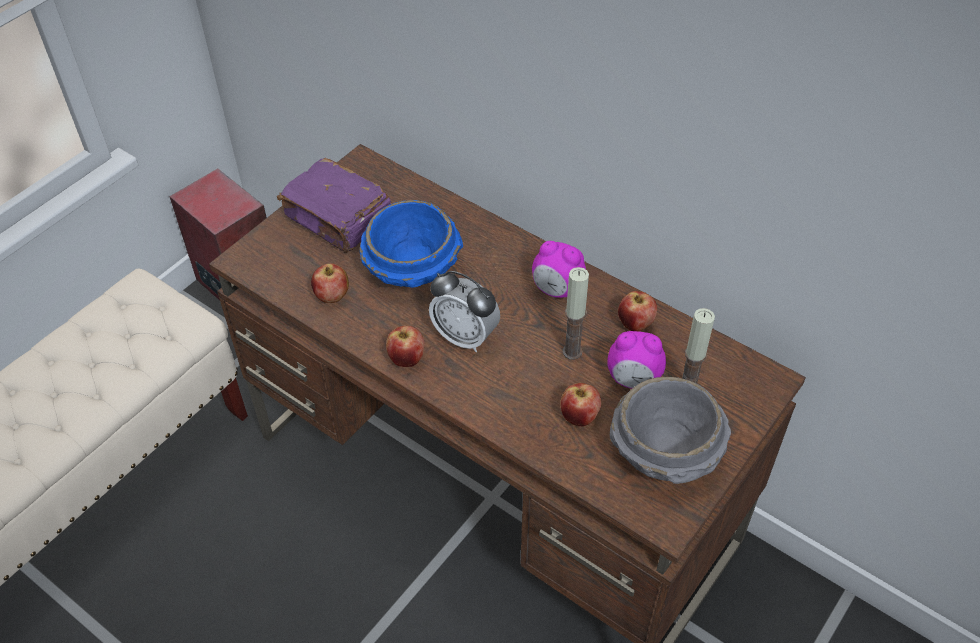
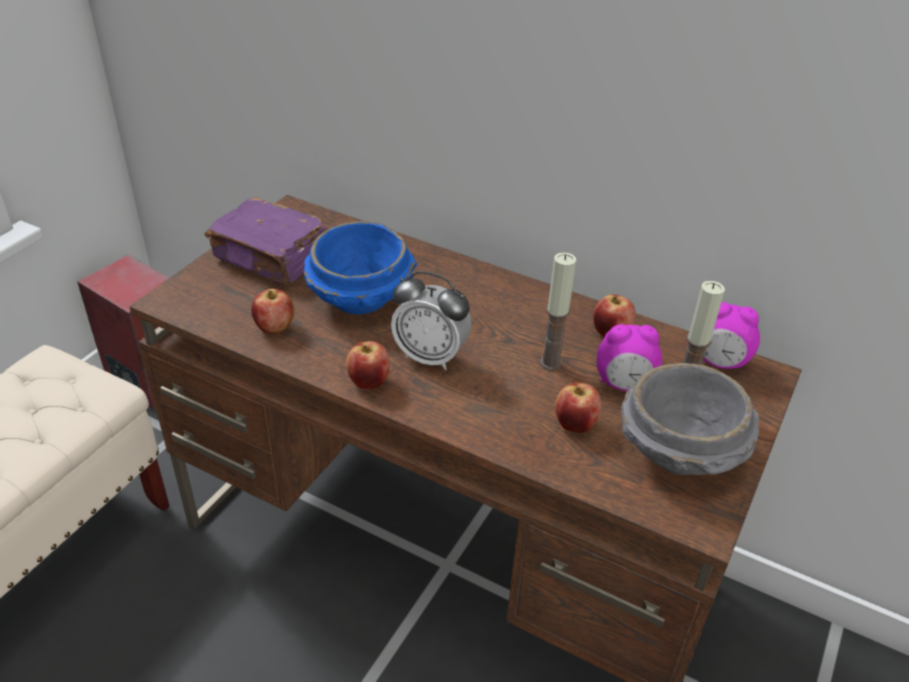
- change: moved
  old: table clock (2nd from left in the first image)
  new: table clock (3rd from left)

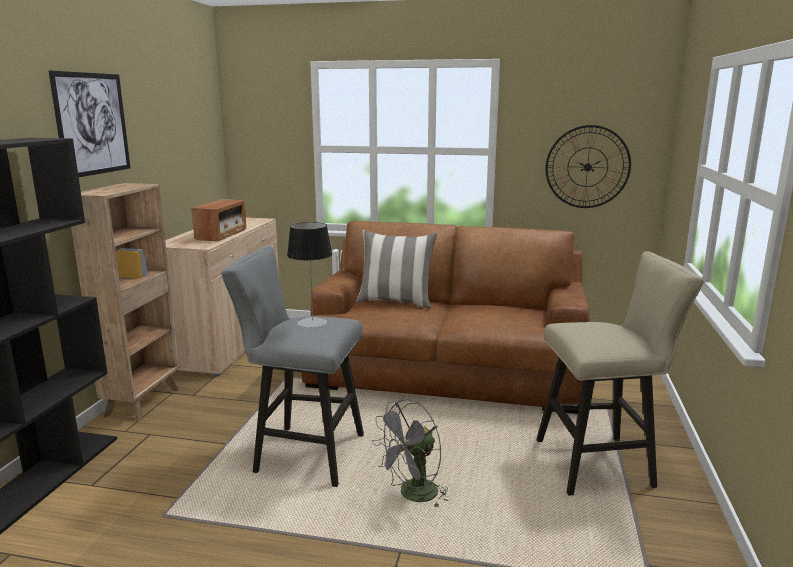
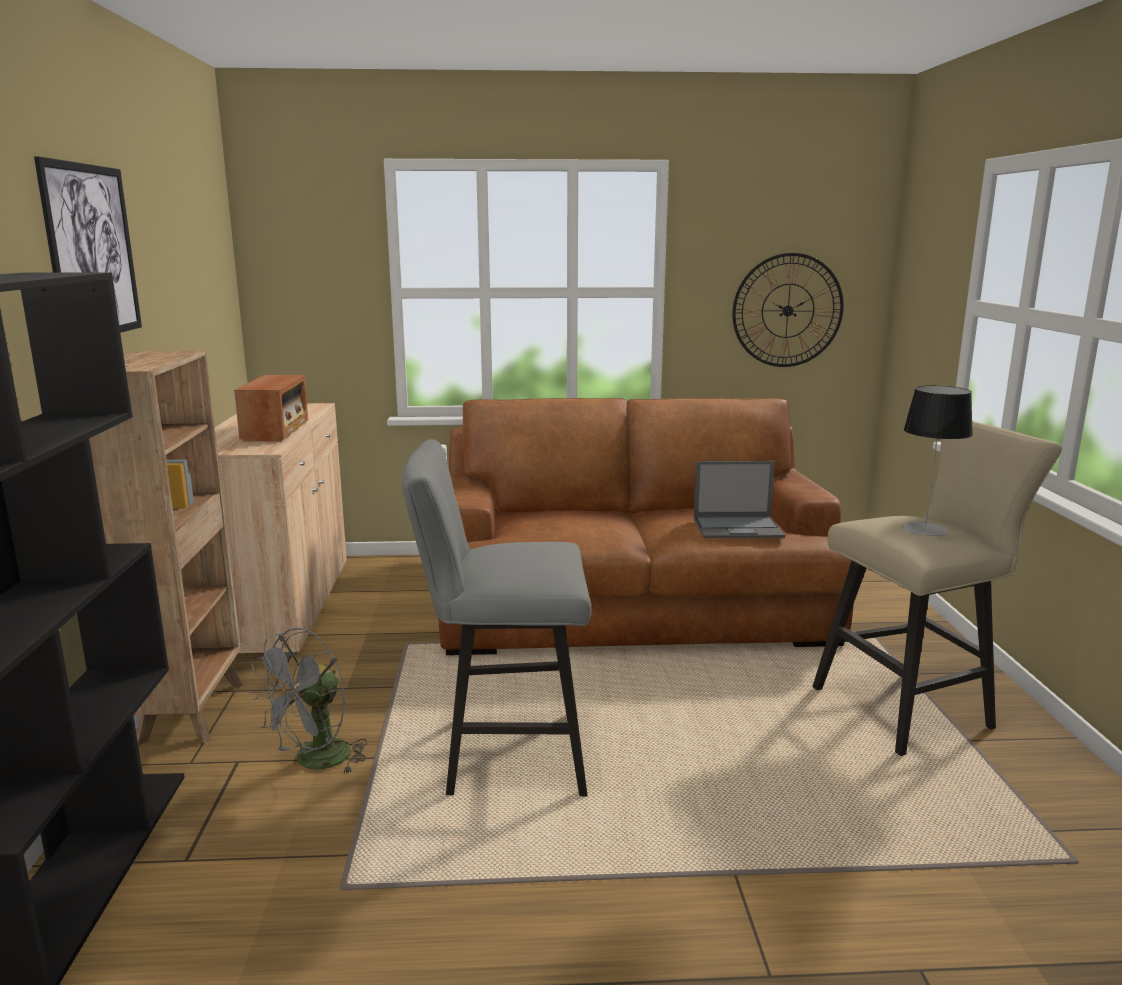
- change: moved
  old: table lamp
- change: removed
  old: throw pillow
- change: moved
  old: fan in grey
- change: added
  new: portable computer

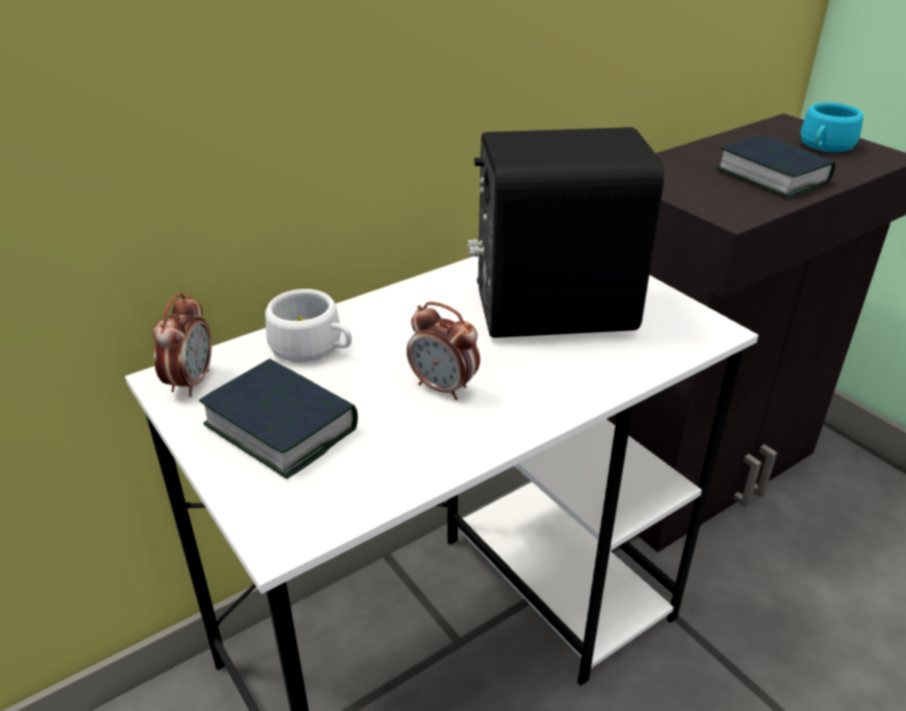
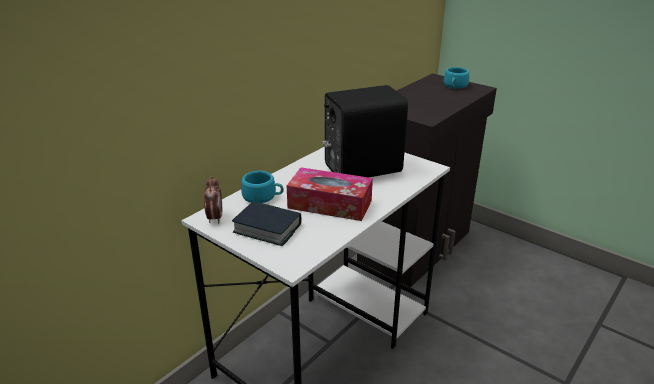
- change: removed
  old: bound book (2nd from left)
- change: recoloured
  old: small cup in whitish
  new: small cup in turquoise (1st from left)
- change: replaced
  old: table clock (2nd from left)
  new: tissue box

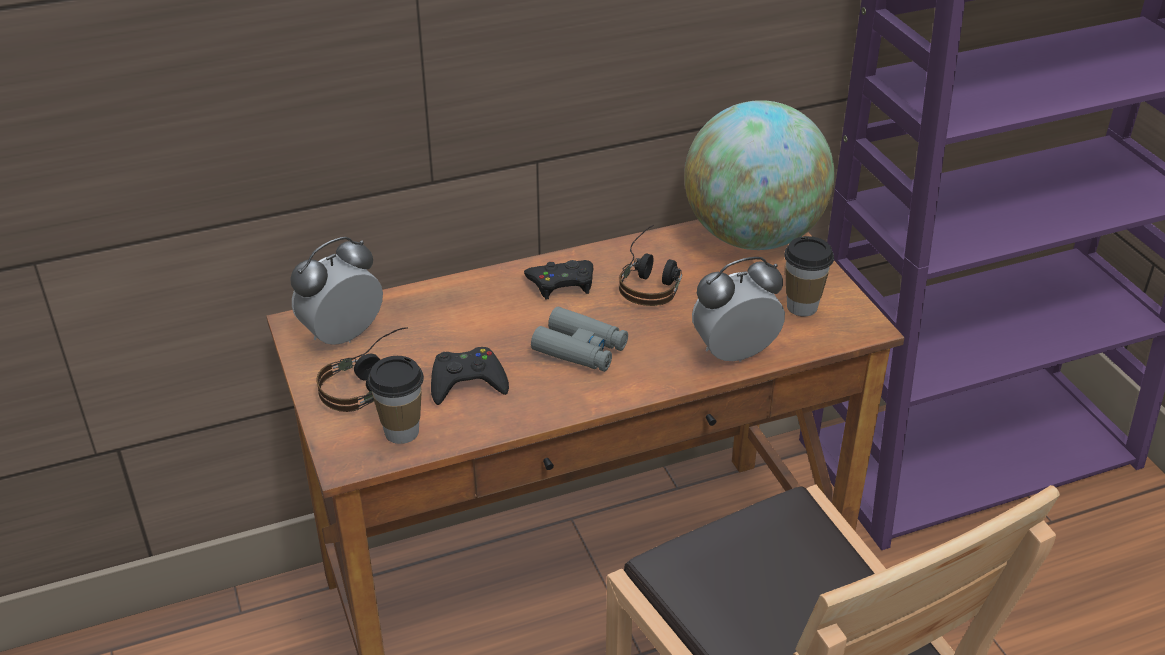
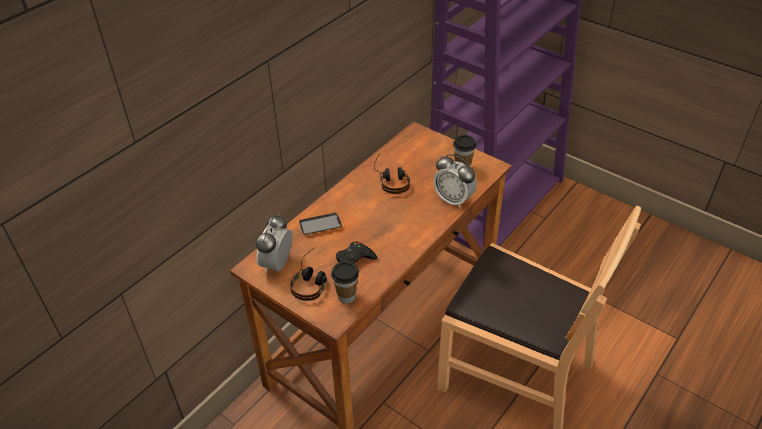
- change: removed
  old: world globe
- change: turned
  old: table clock (2nd from left)
  degrees: -90
- change: removed
  old: game controller in blackish (2nd from left)
- change: removed
  old: pair of binoculars in grey
- change: added
  new: handset

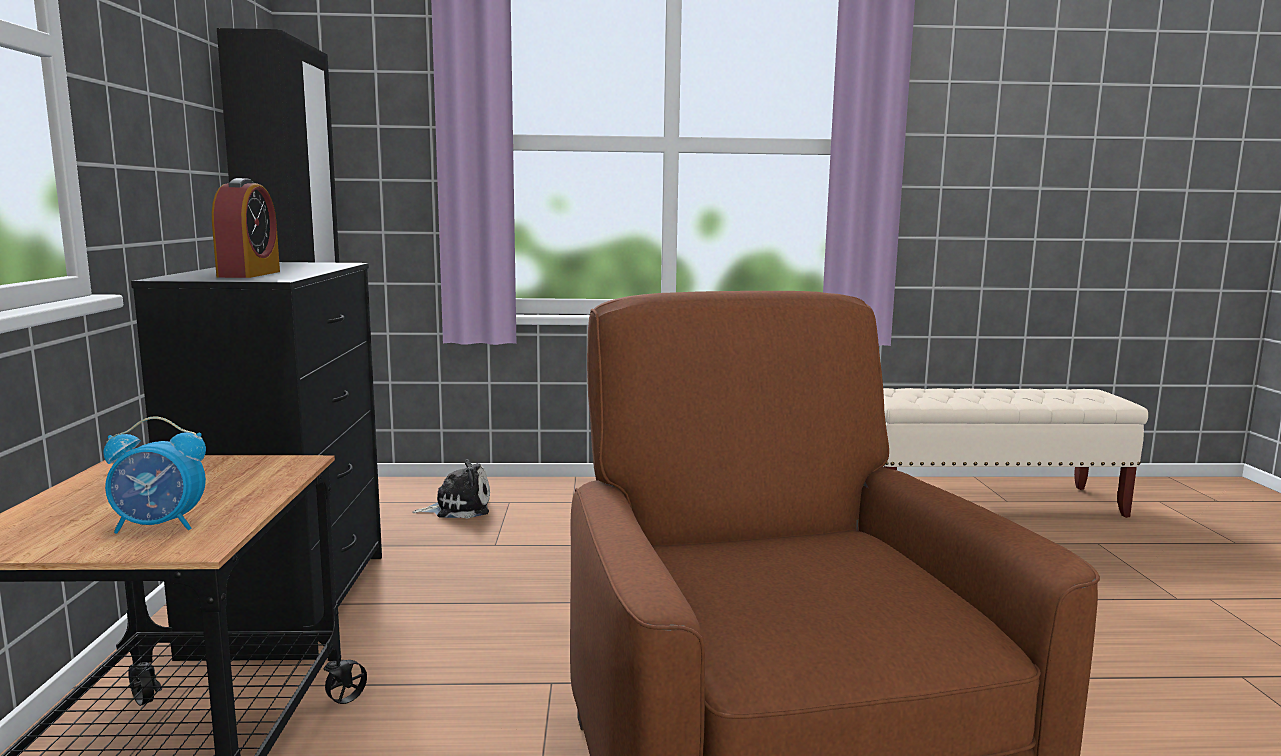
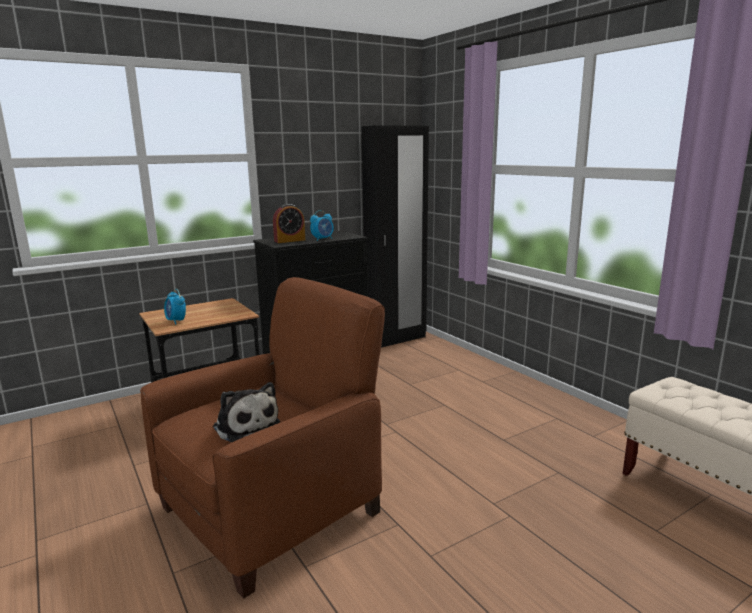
- change: moved
  old: cuddly toy
- change: added
  new: table clock (3rd from left)

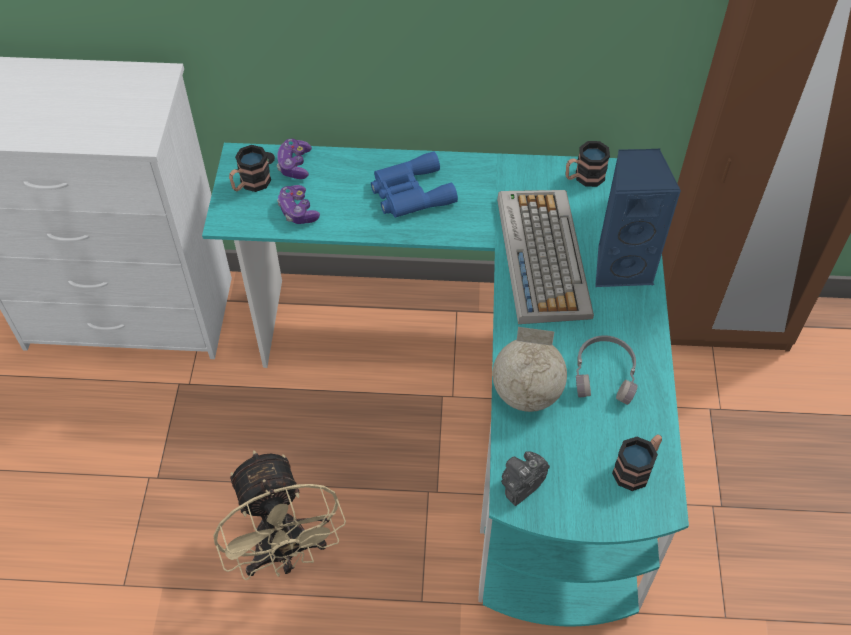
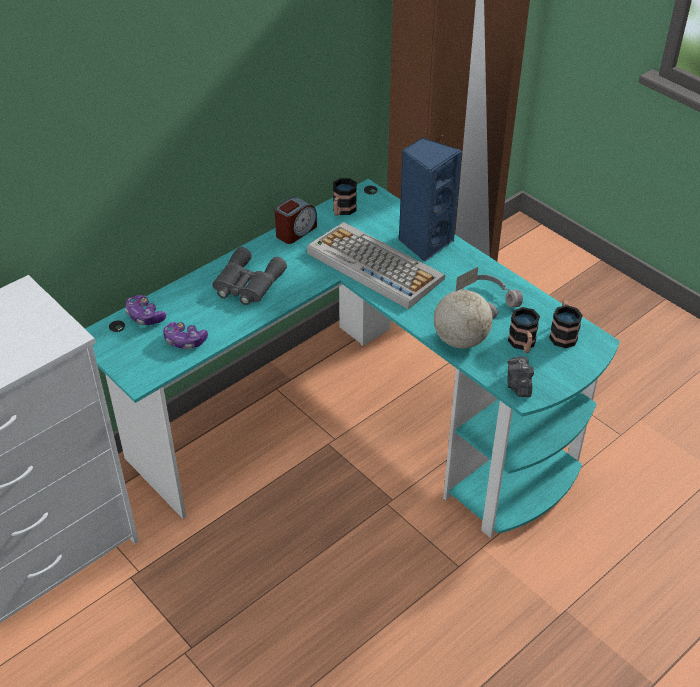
- change: moved
  old: coffee mug (1st from left in the first image)
  new: coffee mug (2nd from left)
- change: recoloured
  old: pair of binoculars in bluish
  new: pair of binoculars in grey
- change: removed
  old: fan in sand-coloured
- change: added
  new: table clock

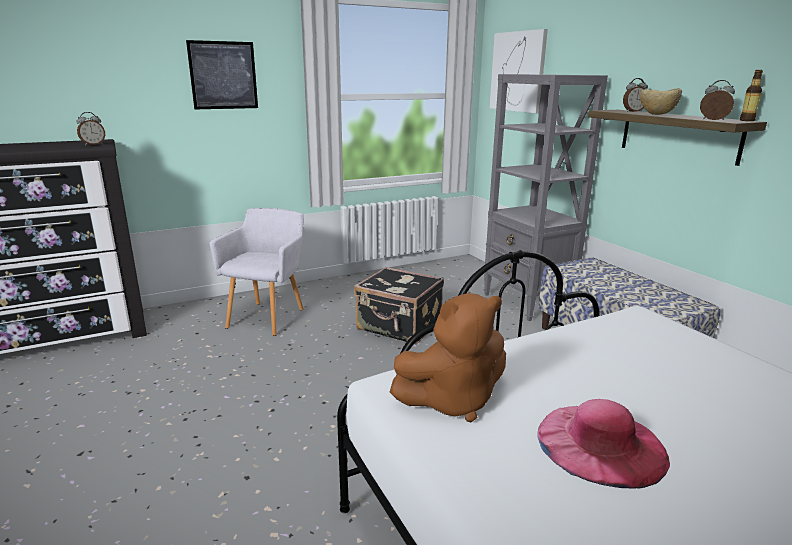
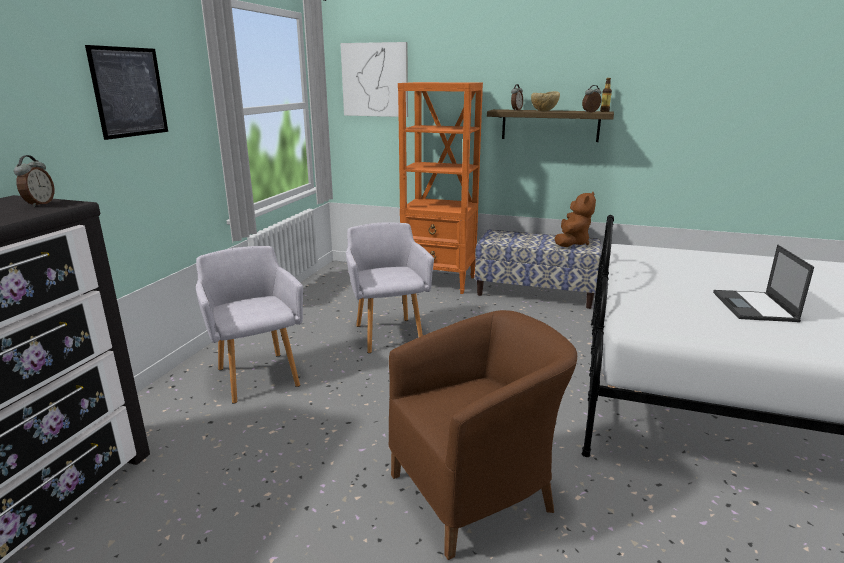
- change: recoloured
  old: shelving unit in grey
  new: shelving unit in orangey
- change: replaced
  old: piece of luggage in blackish
  new: lounge chair in grey (2nd from left)
- change: moved
  old: cuddly toy in brown
- change: replaced
  old: clothing hat in pinkish
  new: portable computer
- change: added
  new: lounge chair in brown

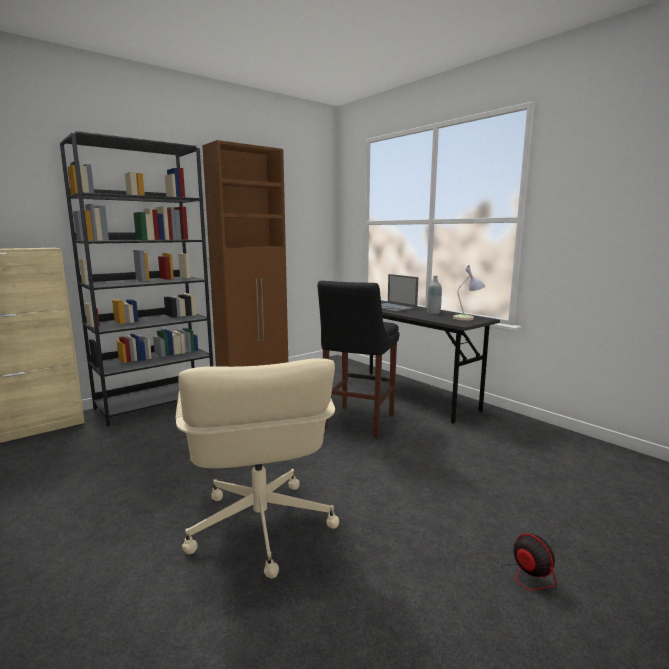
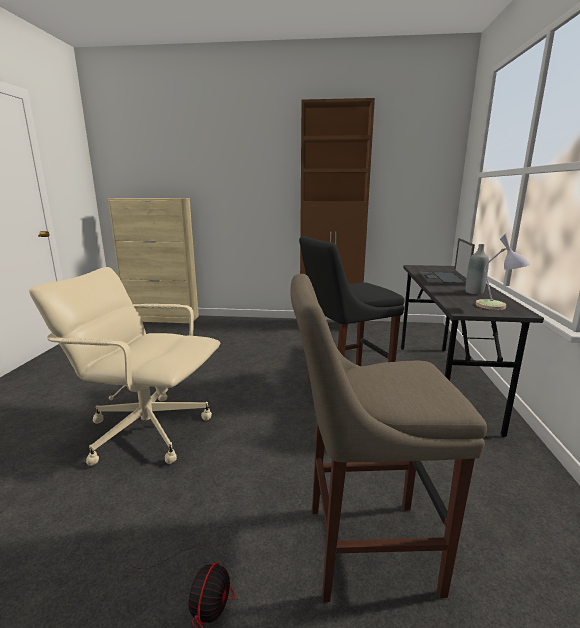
- change: removed
  old: shelving unit in blackish
- change: turned
  old: computer chair in sand-coloured
  degrees: 75
- change: added
  new: stool seat in sand-coloured

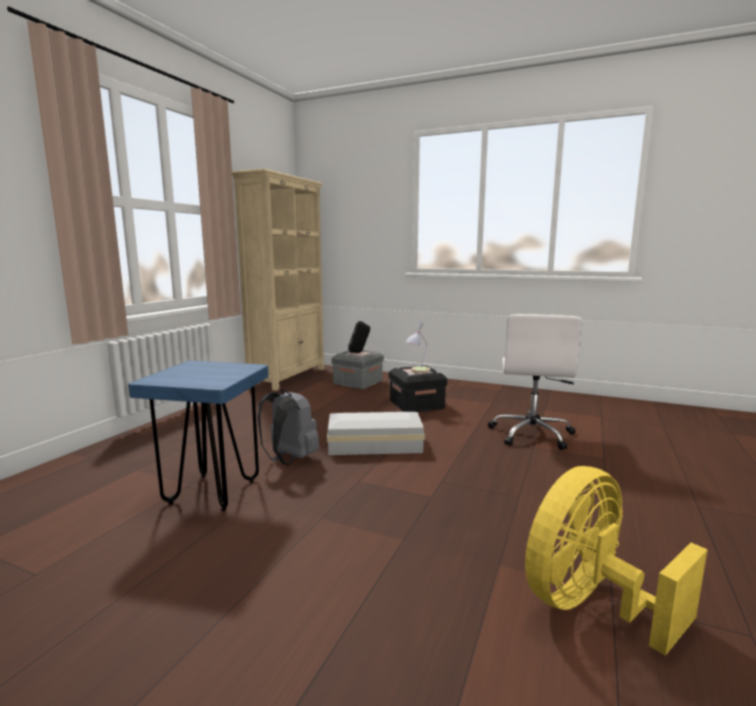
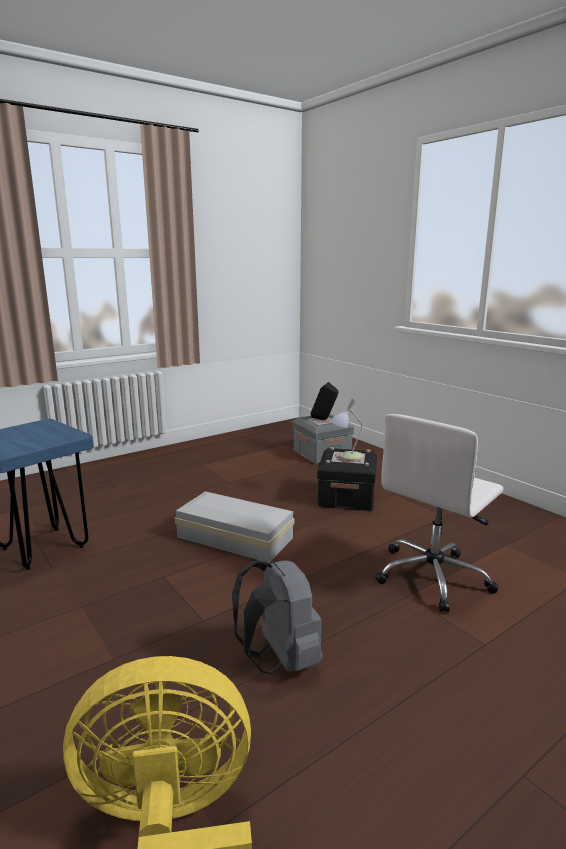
- change: removed
  old: shelving unit in sand-coloured
- change: moved
  old: backpack in grey

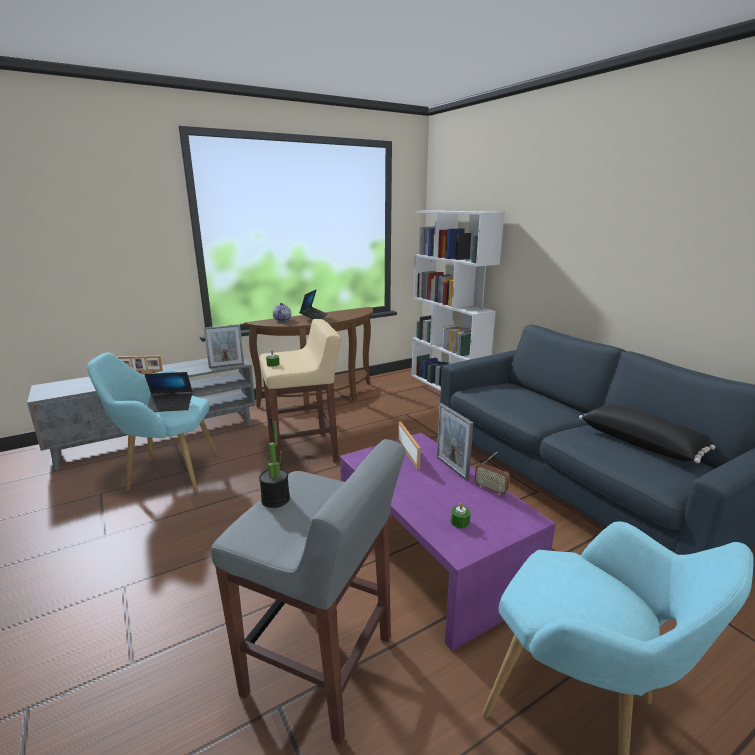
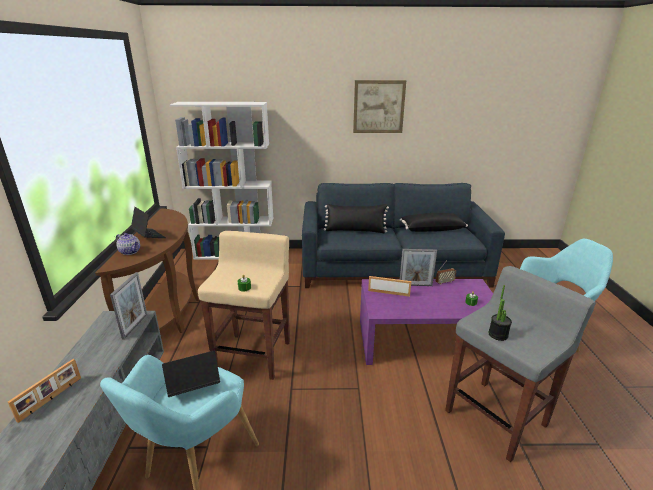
- change: turned
  old: portable computer (1st from left in the first image)
  degrees: -135
- change: added
  new: wall art
- change: added
  new: throw pillow in blackish (1st from left)

